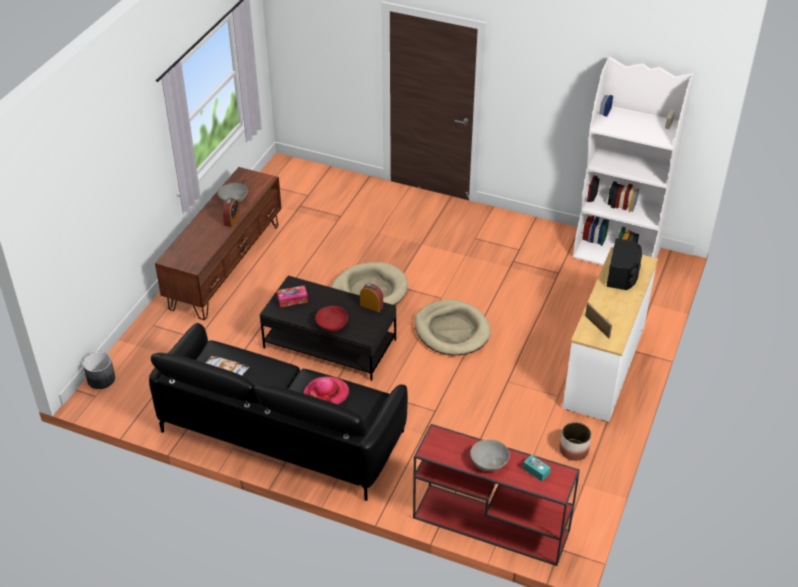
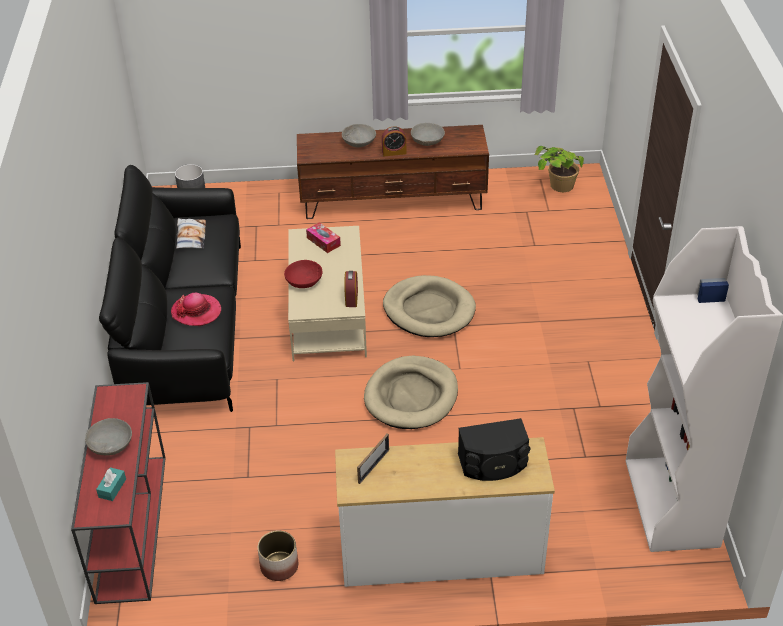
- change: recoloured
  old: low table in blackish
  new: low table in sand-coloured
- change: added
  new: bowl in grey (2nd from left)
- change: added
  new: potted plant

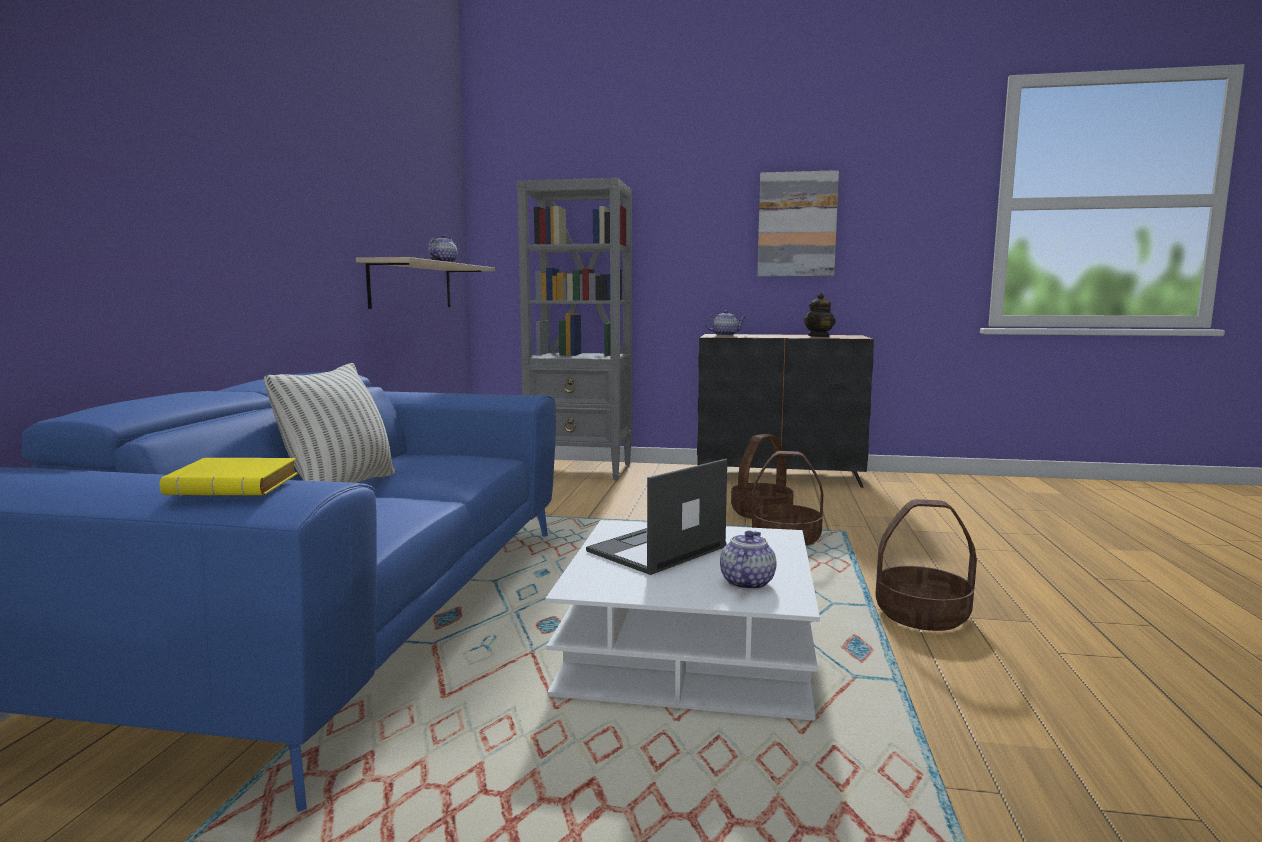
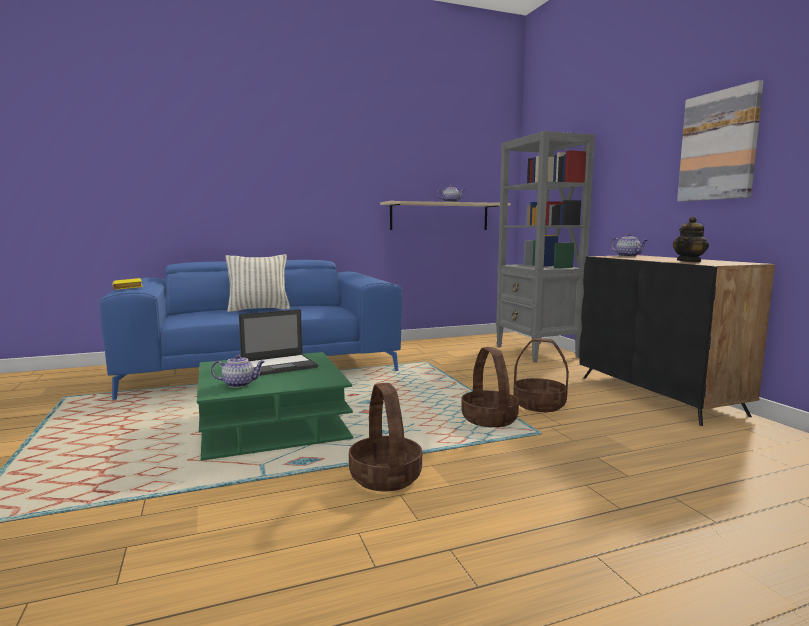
- change: turned
  old: teapot (4th from left)
  degrees: -45
- change: turned
  old: portable computer
  degrees: 135
- change: recoloured
  old: low table in whitish
  new: low table in greenish

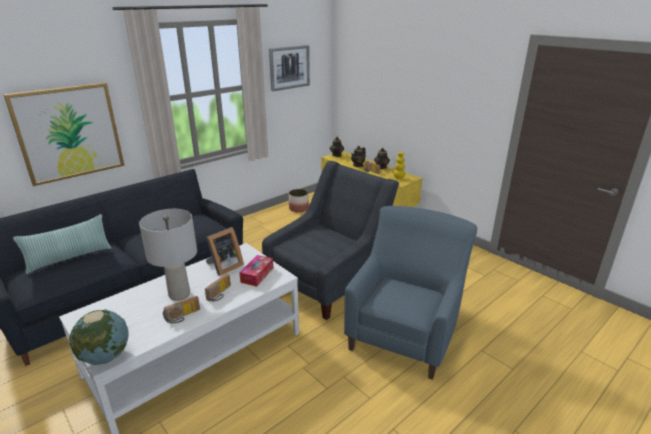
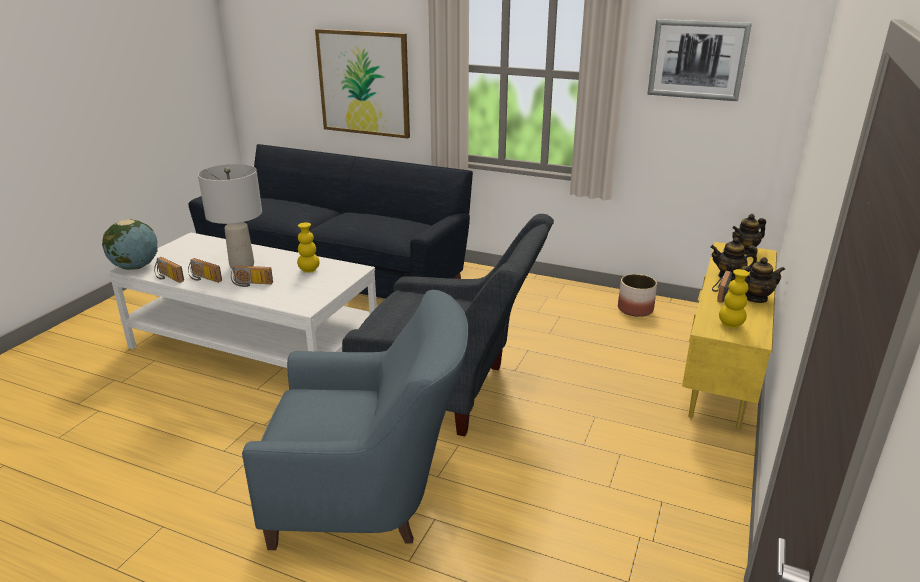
- change: removed
  old: throw pillow
- change: replaced
  old: photo frame
  new: flower vase in yellowish (1st from left)
- change: removed
  old: tissue box
- change: added
  new: radio (1st from left)

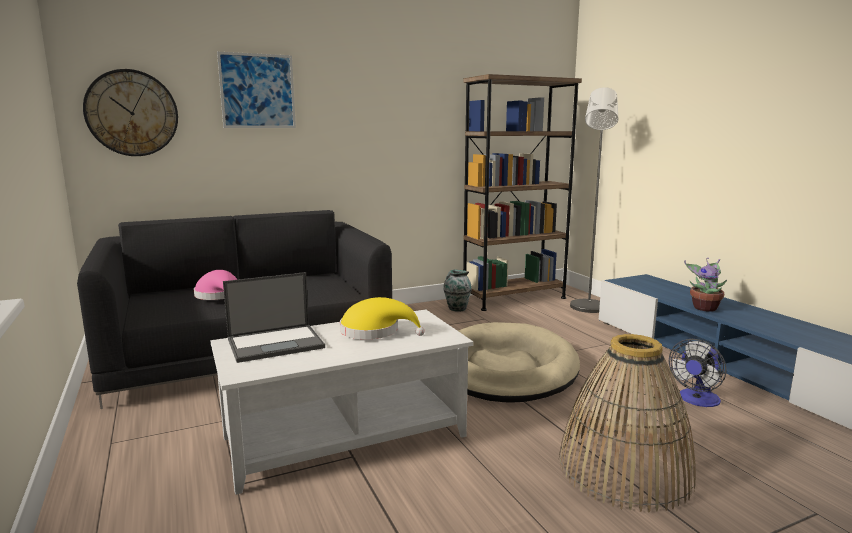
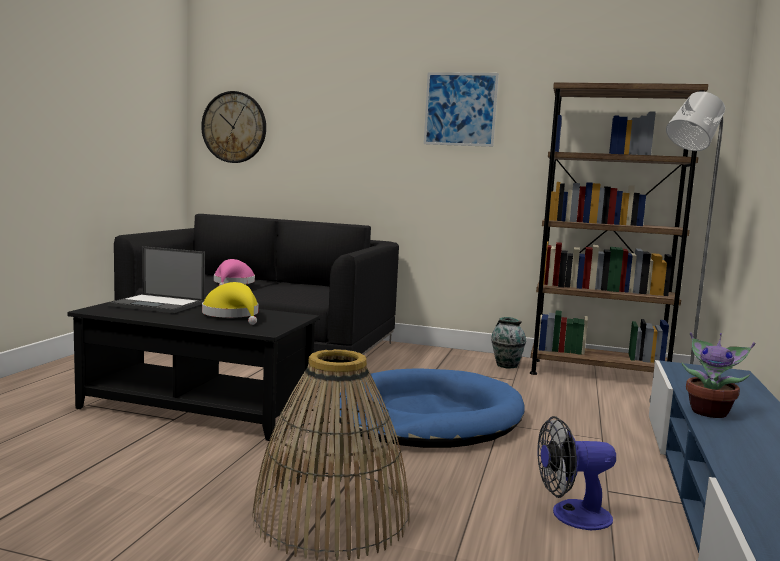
- change: moved
  old: wall art
- change: recoloured
  old: low table in whitish
  new: low table in blackish
- change: recoloured
  old: dog bed in sand-coloured
  new: dog bed in bluish

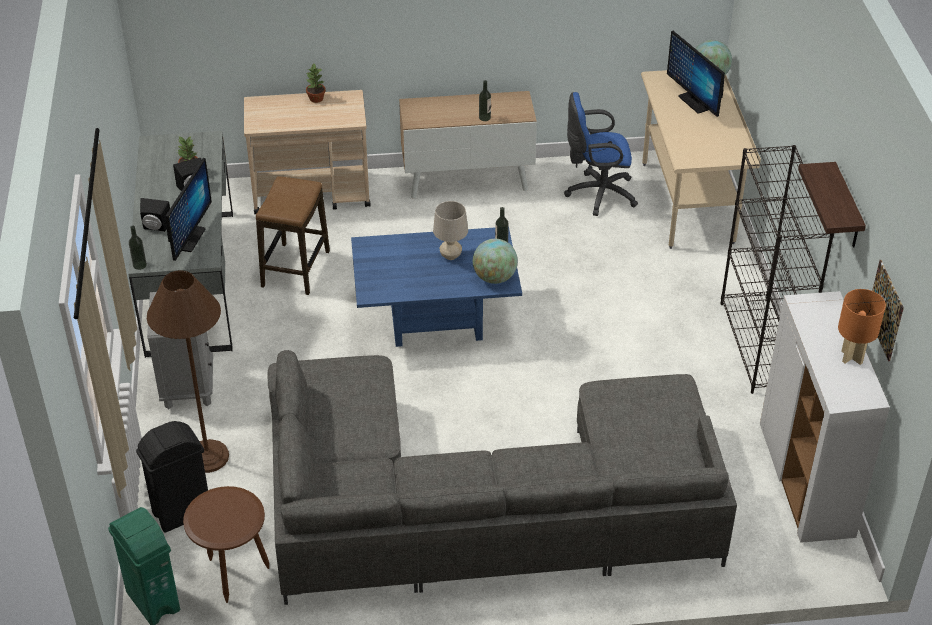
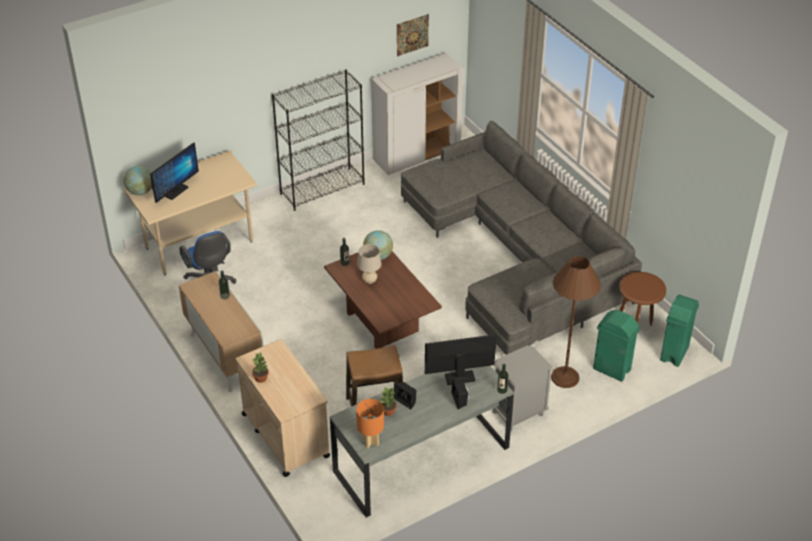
- change: removed
  old: wall shelf
- change: recoloured
  old: low table in bluish
  new: low table in brown
- change: moved
  old: table lamp in orangey
- change: recoloured
  old: trash can in blackish
  new: trash can in greenish (1st from left)

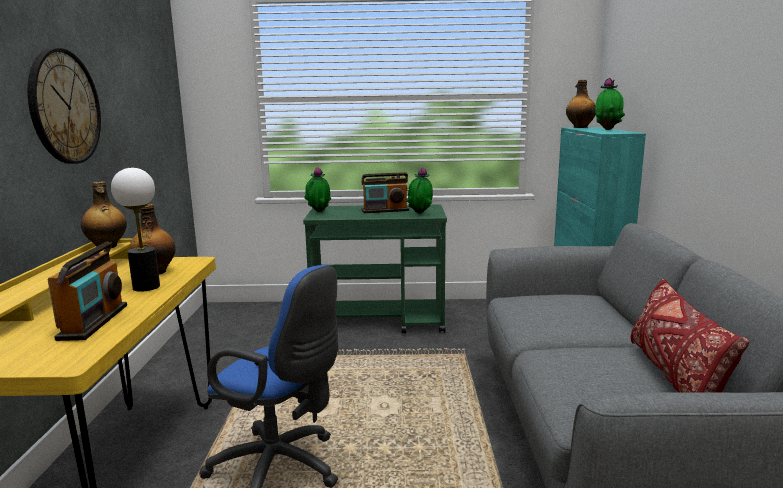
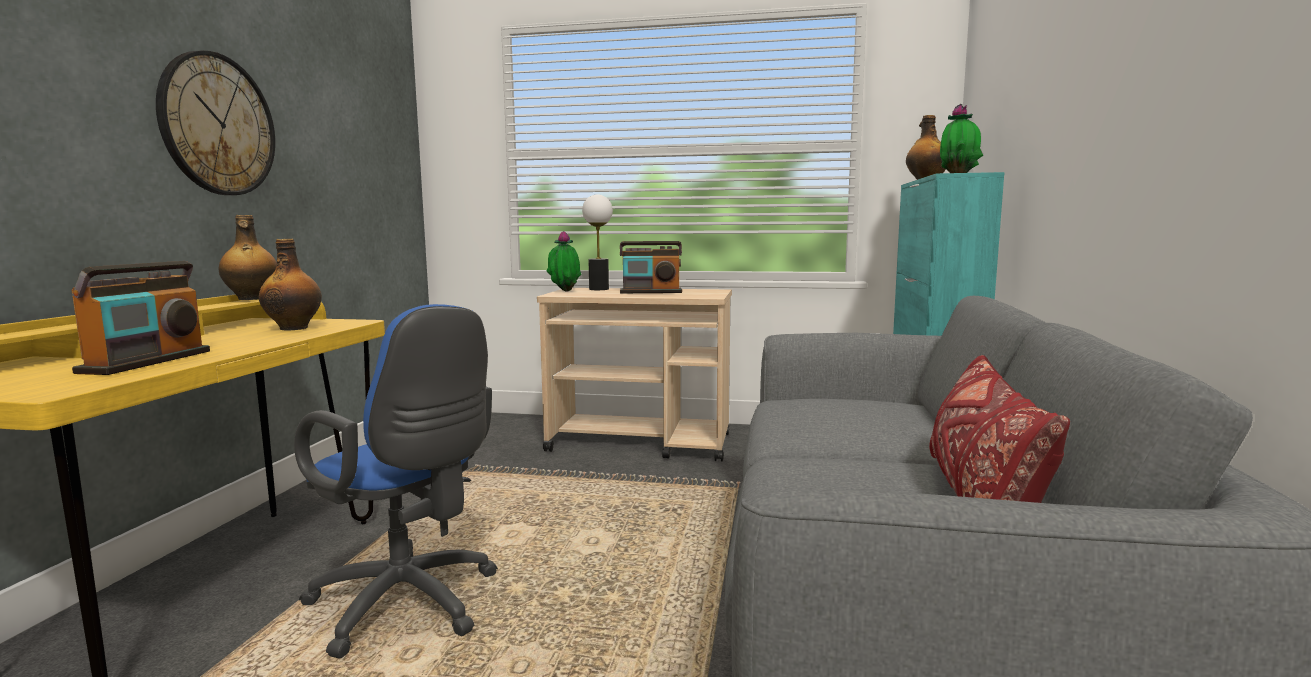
- change: removed
  old: potted plant (2nd from left)
- change: moved
  old: table lamp
- change: recoloured
  old: wheeled cart in greenish
  new: wheeled cart in sand-coloured

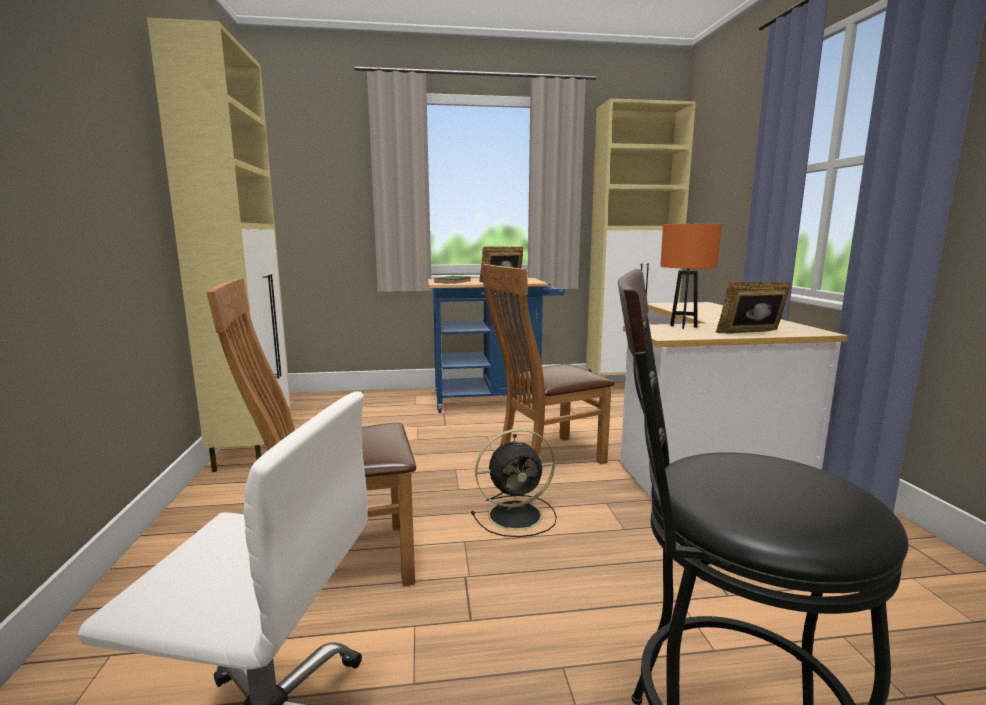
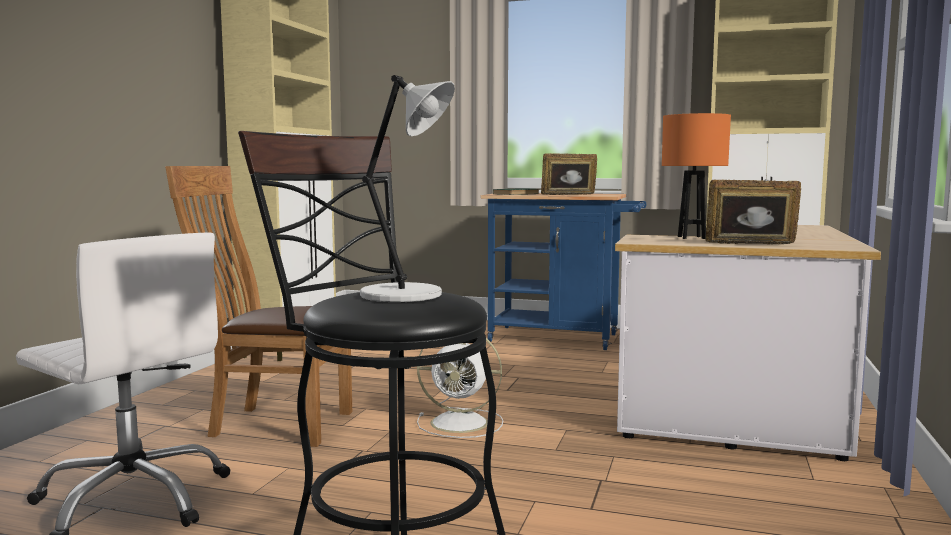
- change: removed
  old: plain chair in brown (2nd from left)
- change: recoloured
  old: fan in blackish
  new: fan in whitish
- change: added
  new: table lamp in grey

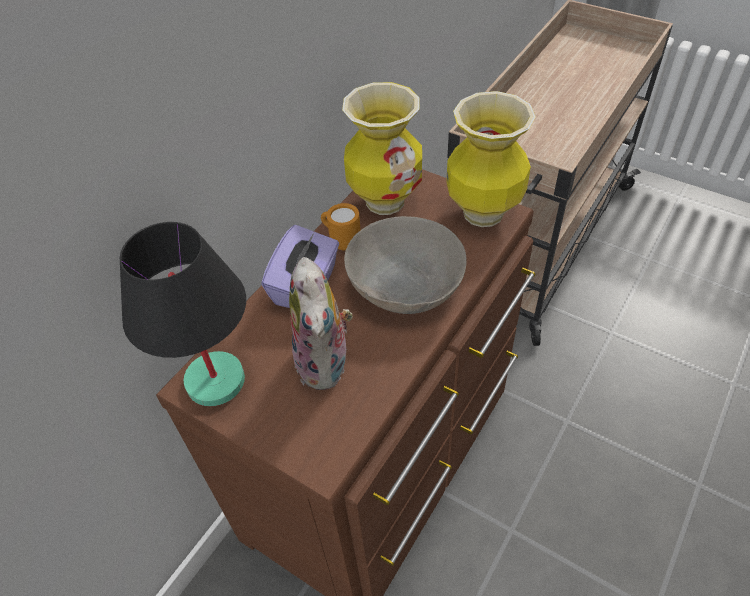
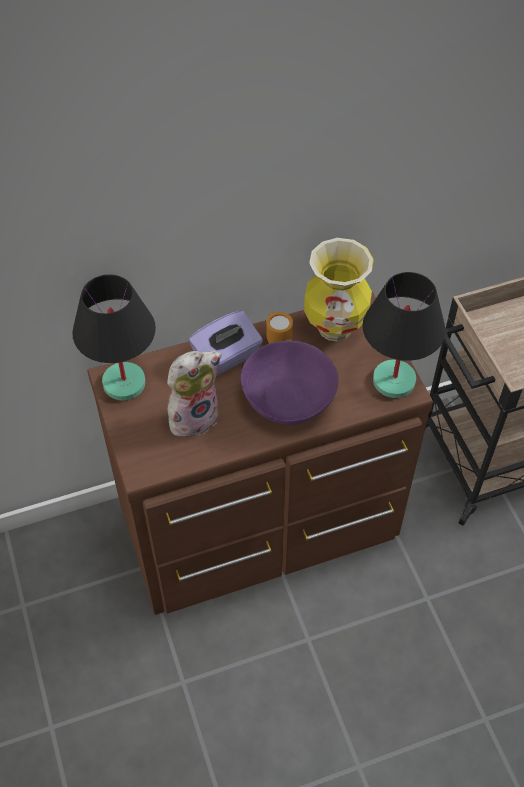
- change: replaced
  old: flower vase (2nd from left)
  new: table lamp in blackish (2nd from left)
- change: recoloured
  old: bowl in grey
  new: bowl in purplish
- change: turned
  old: cuddly toy
  degrees: -150

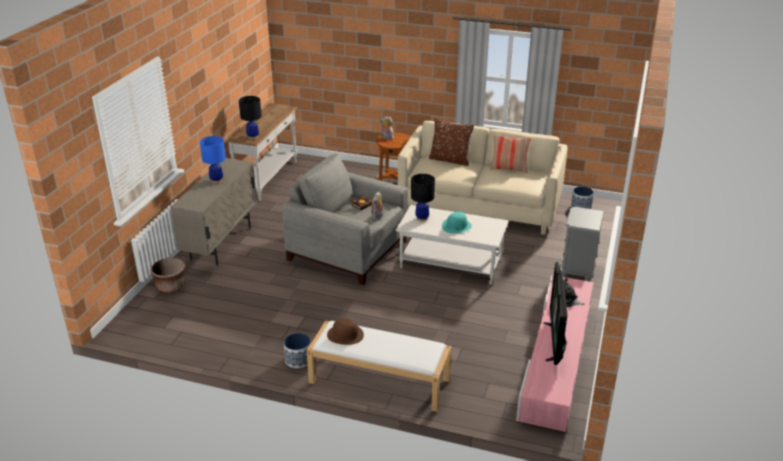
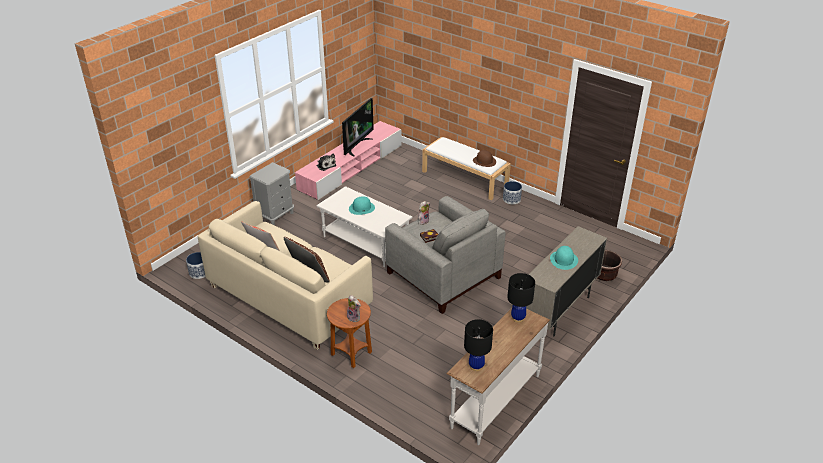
- change: replaced
  old: table lamp in bluish
  new: clothing hat in turquoise (2nd from left)
- change: moved
  old: table lamp in blackish (2nd from left in the first image)
  new: table lamp in blackish (1st from left)

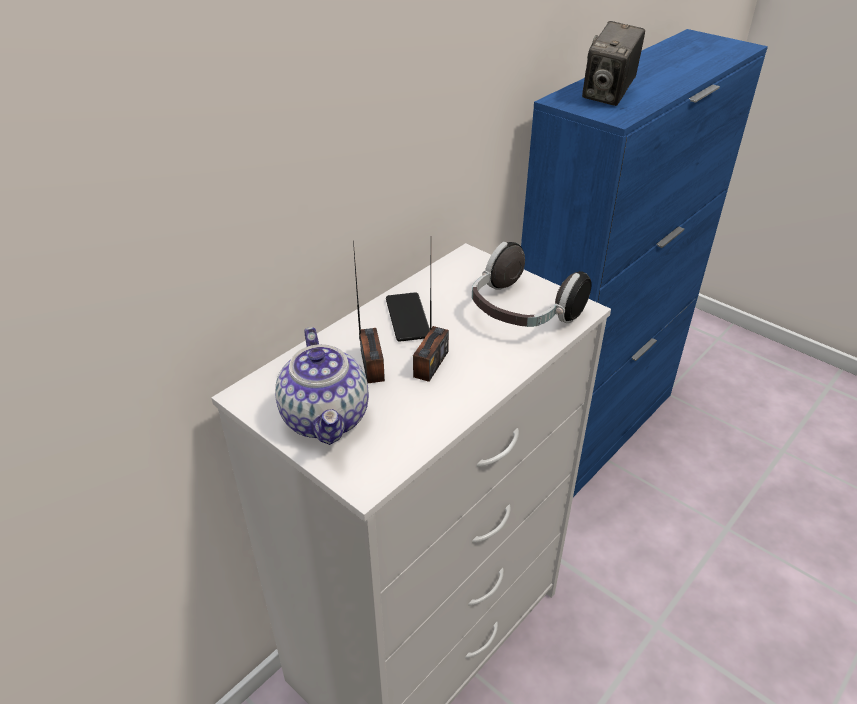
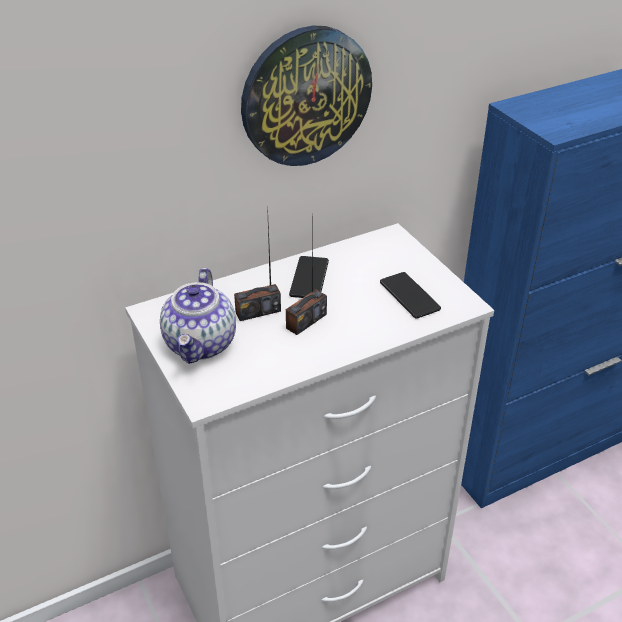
- change: removed
  old: photo camera
- change: turned
  old: radio (1st from left)
  degrees: 60
- change: replaced
  old: pair of headphones
  new: handset (2nd from left)
- change: added
  new: hanging clock

